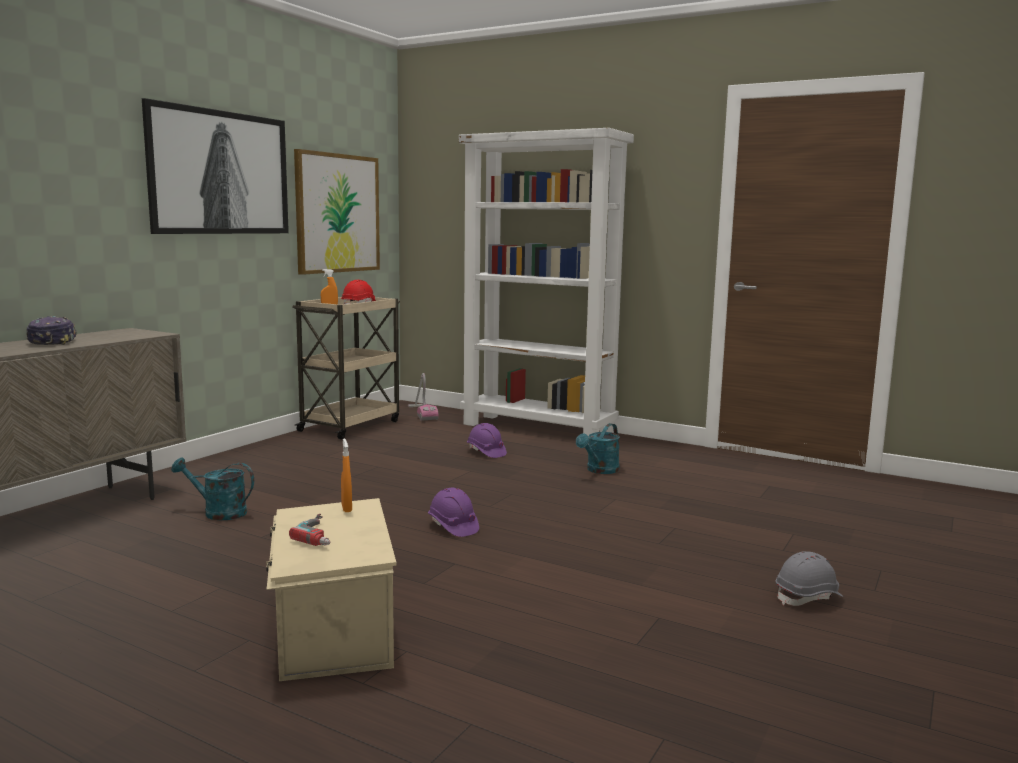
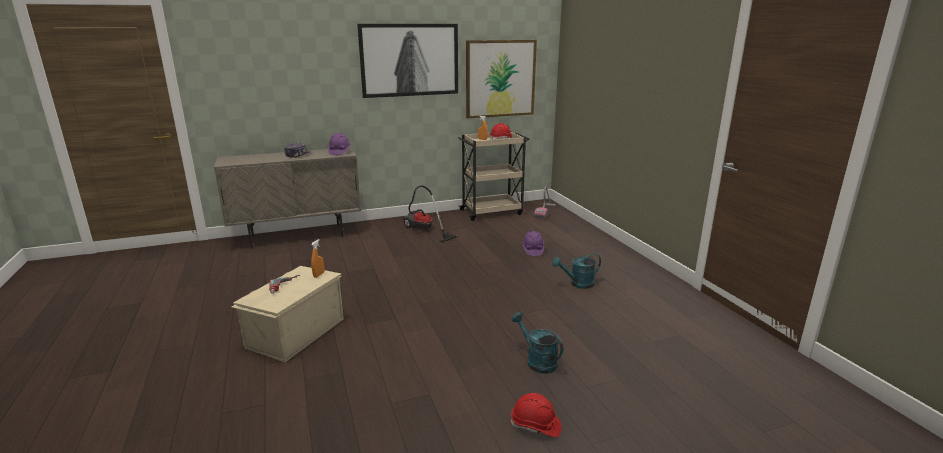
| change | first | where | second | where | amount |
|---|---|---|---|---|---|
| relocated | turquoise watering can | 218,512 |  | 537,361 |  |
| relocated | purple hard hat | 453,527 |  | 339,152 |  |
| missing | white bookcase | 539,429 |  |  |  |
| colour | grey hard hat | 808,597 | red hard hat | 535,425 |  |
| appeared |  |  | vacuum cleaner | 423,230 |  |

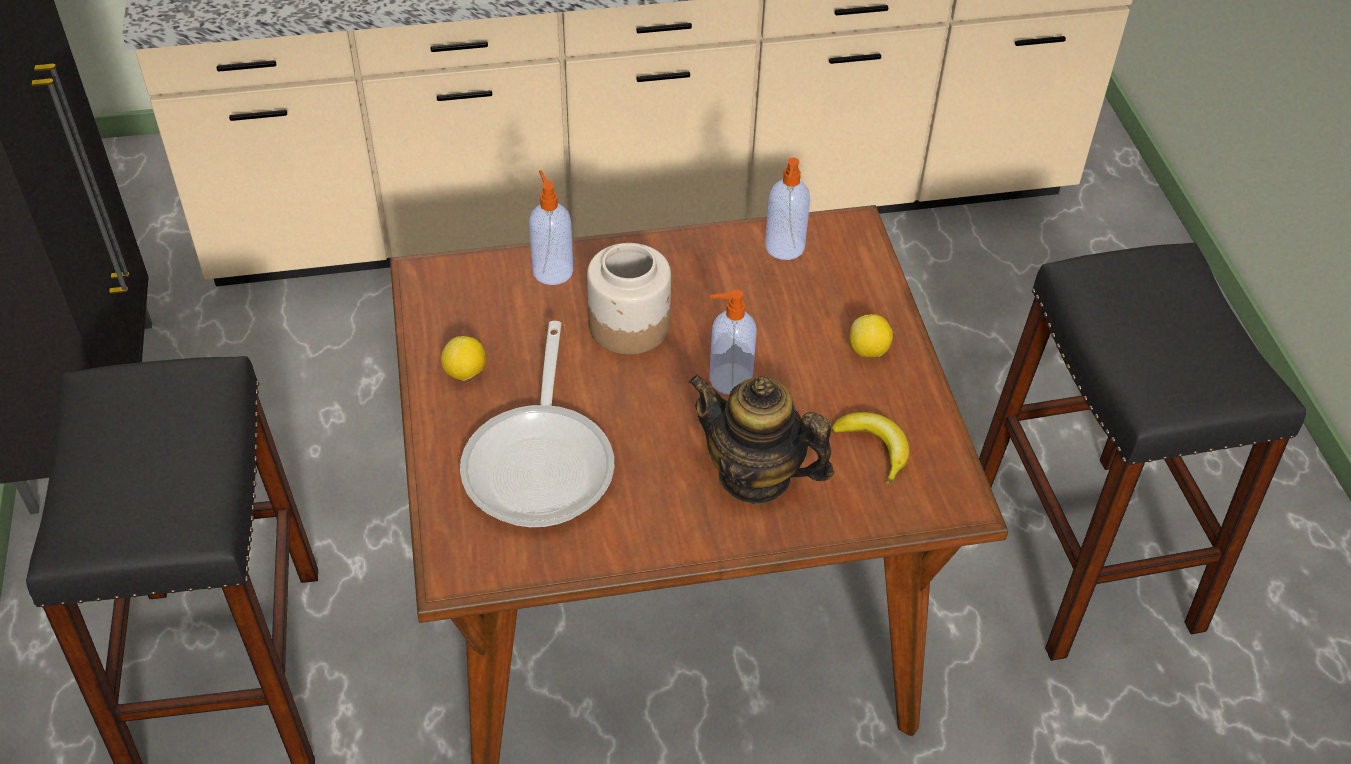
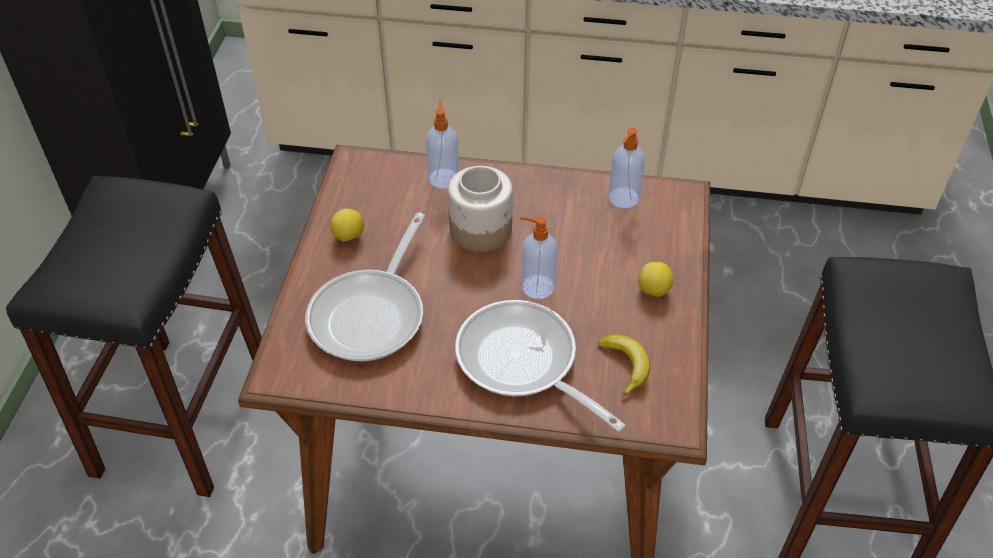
| change | first | where | second | where | amount |
|---|---|---|---|---|---|
| exchanged | teapot | 755,476 | frying pan | 523,364 |  |

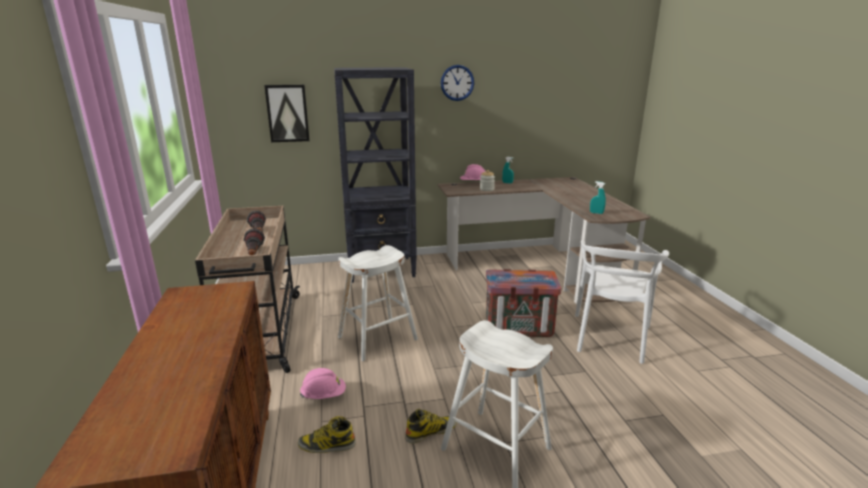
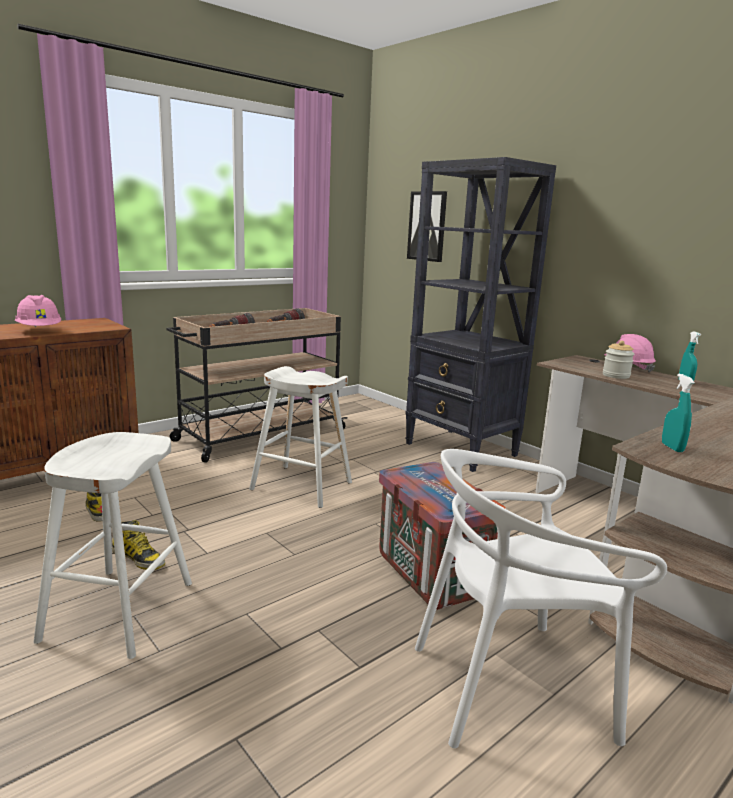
| change | first | where | second | where | amount |
|---|---|---|---|---|---|
| relocated | pink hard hat | 324,395 |  | 40,331 |  |
| missing | wall clock | 457,83 |  |  |  |

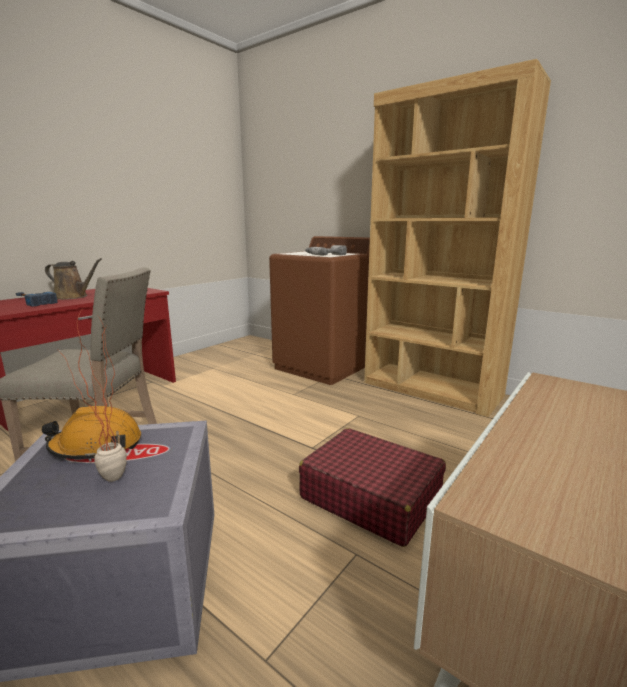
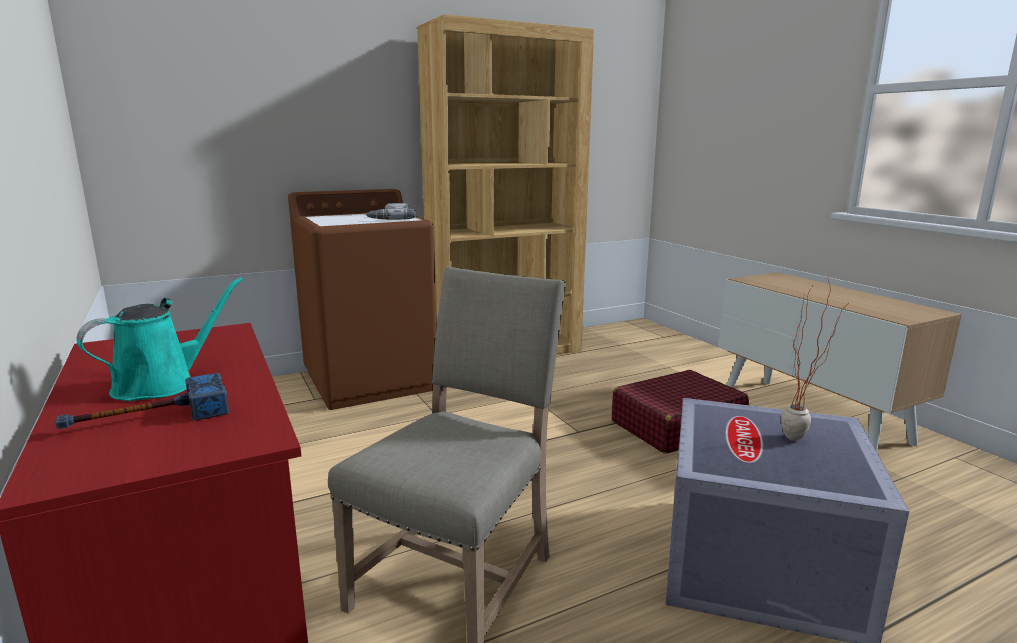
| change | first | where | second | where | amount |
|---|---|---|---|---|---|
| missing | orange hard hat | 97,446 |  |  |  |
| colour | brown watering can | 73,297 | turquoise watering can | 162,384 |  |

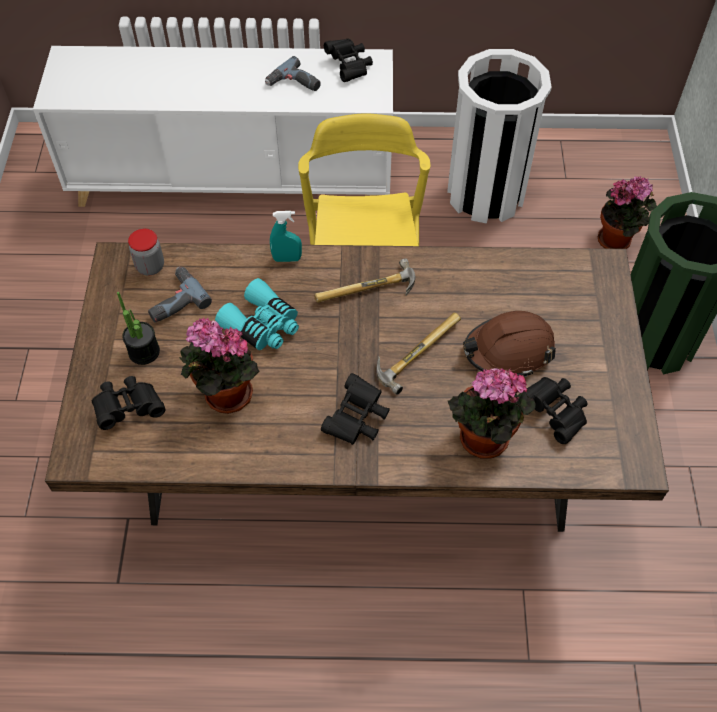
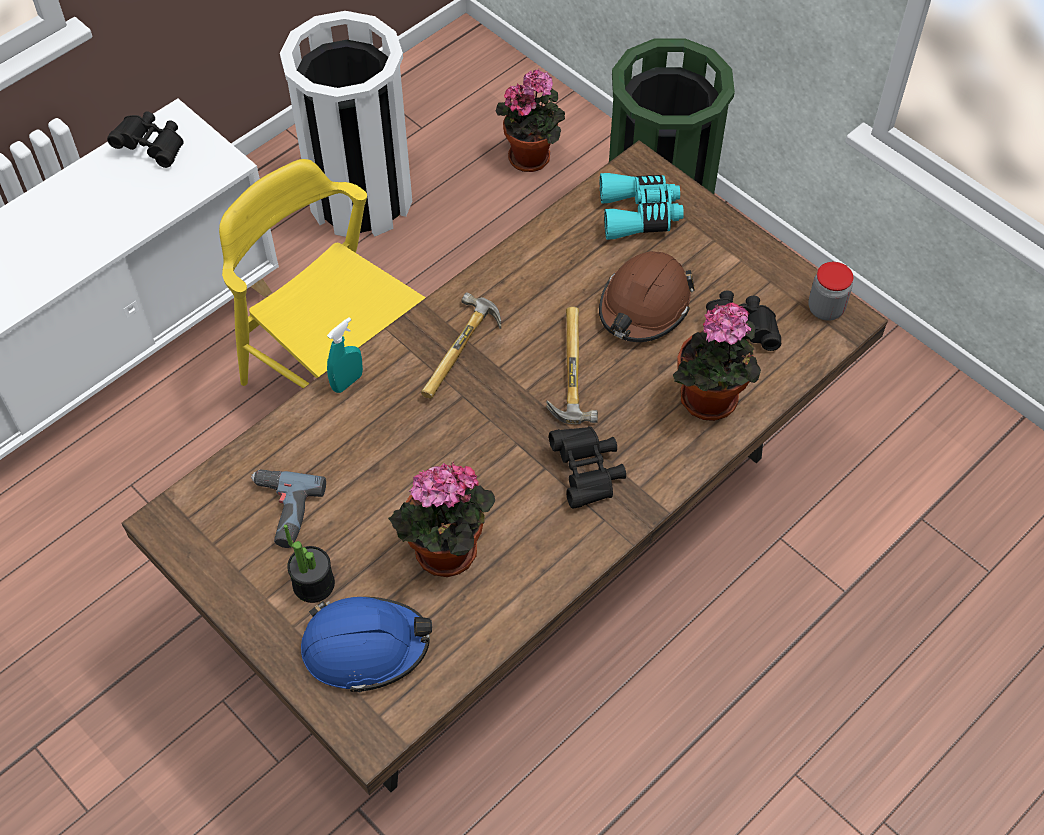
| change | first | where | second | where | amount |
|---|---|---|---|---|---|
| exchanged | black binoculars | 129,408 | blue hard hat | 365,647 |  |
| relocated | jar | 150,266 |  | 825,309 |  |
| relocated | turquoise binoculars | 262,325 |  | 639,214 |  |
| missing | power drill | 294,84 |  |  |  |

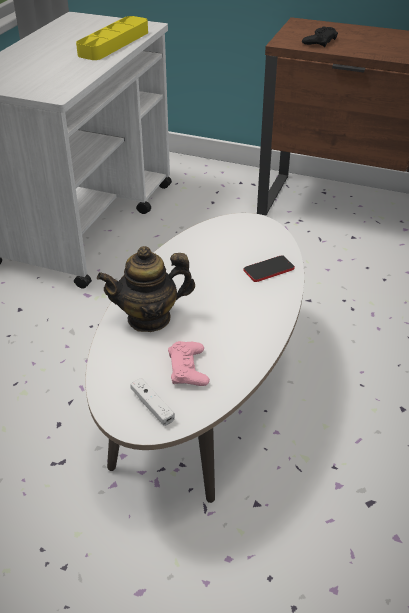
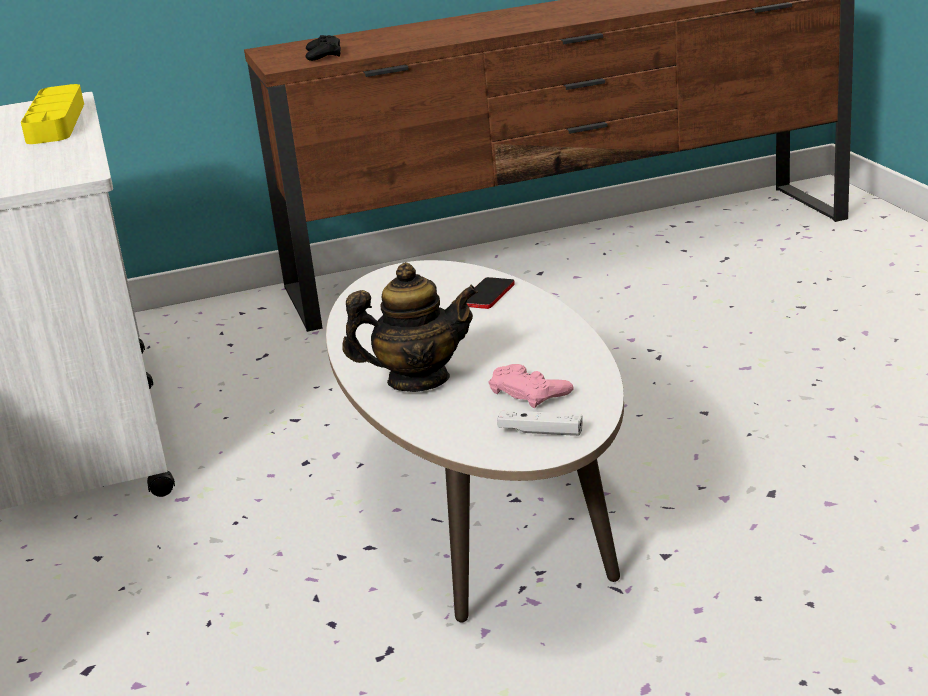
| change | first | where | second | where | amount |
|---|---|---|---|---|---|
| spun | teapot | 149,318 |  | 418,380 | 135 degrees counterclockwise |

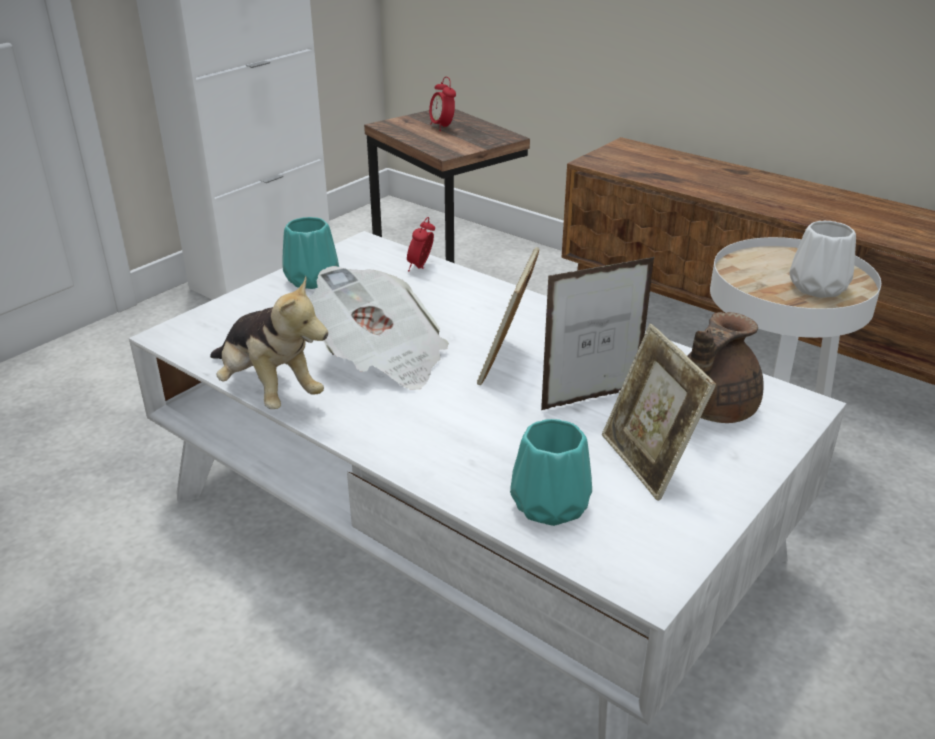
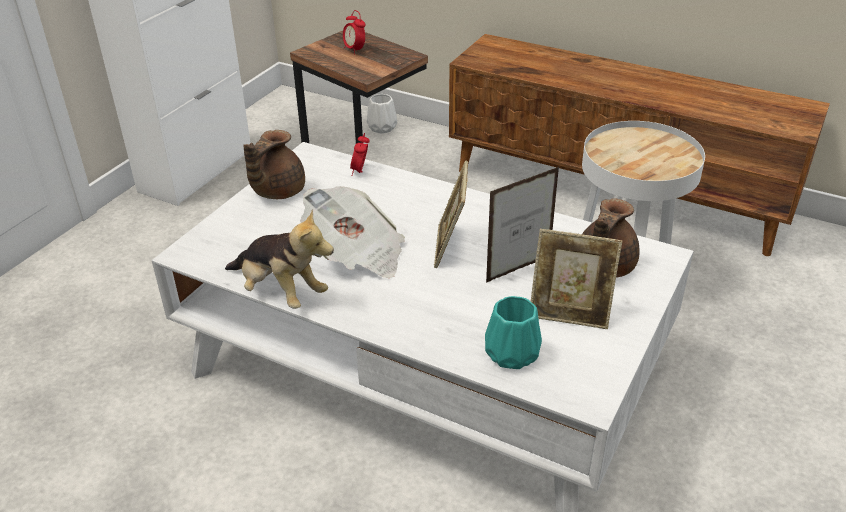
| change | first | where | second | where | amount |
|---|---|---|---|---|---|
| exchanged | turquoise vase | 310,279 | brown teapot | 276,191 |  |
| spun | picture frame | 647,462 |  | 569,314 | 45 degrees counterclockwise |
| relocated | white vase | 818,287 |  | 382,127 |  |

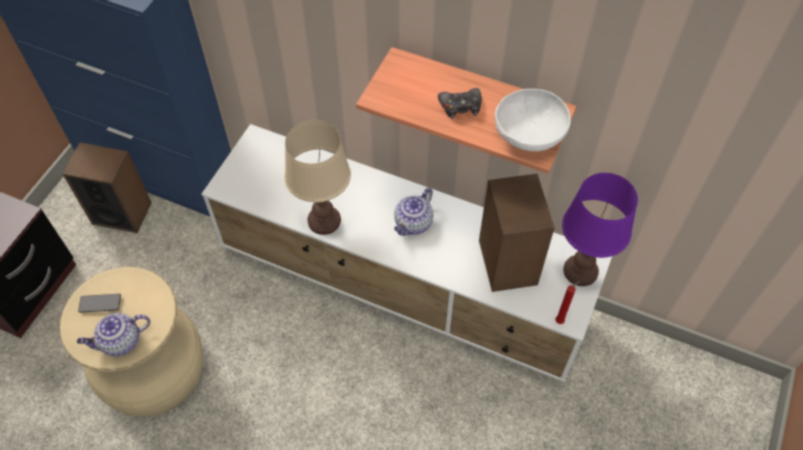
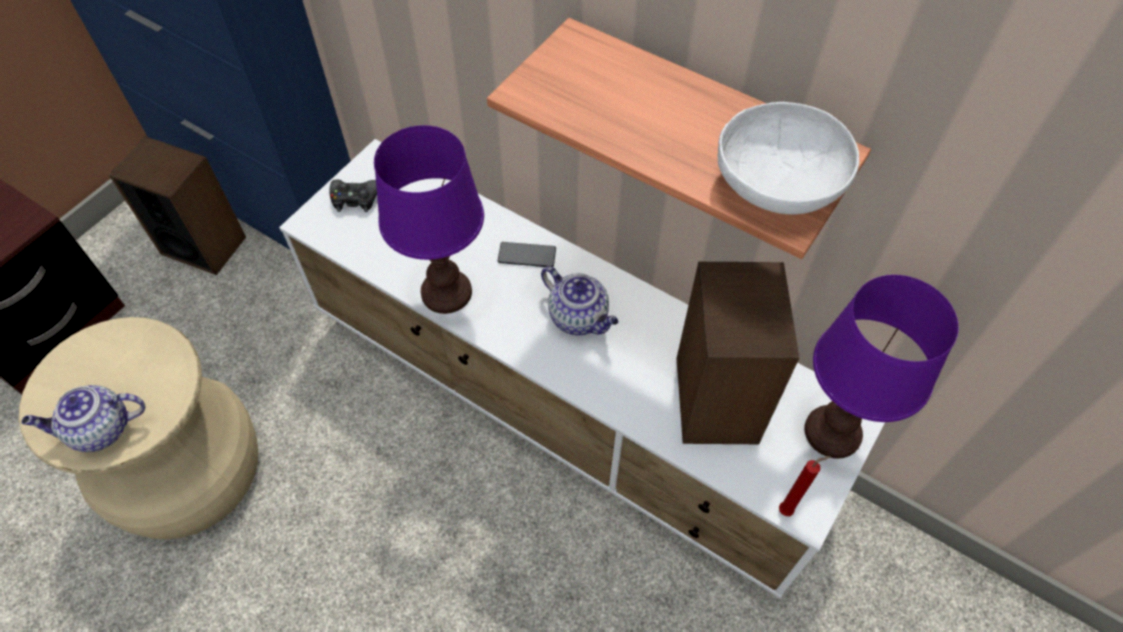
| change | first | where | second | where | amount |
|---|---|---|---|---|---|
| relocated | phone | 100,303 |  | 527,255 |  |
| colour | beige table lamp | 324,220 | purple table lamp | 446,292 |  |
| spun | teapot | 413,224 |  | 579,317 | 90 degrees counterclockwise |
| relocated | black game controller | 460,106 |  | 355,199 |  |

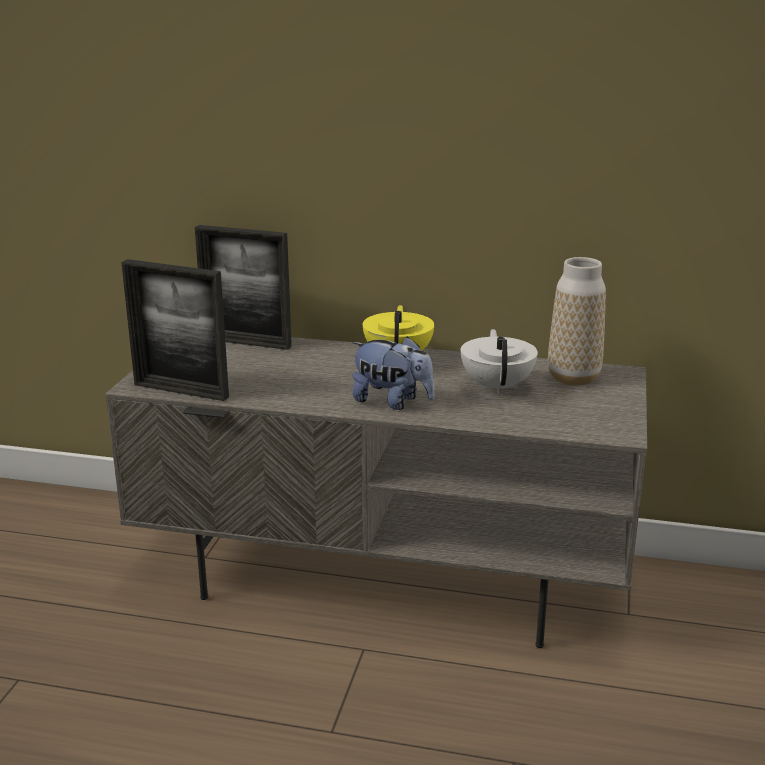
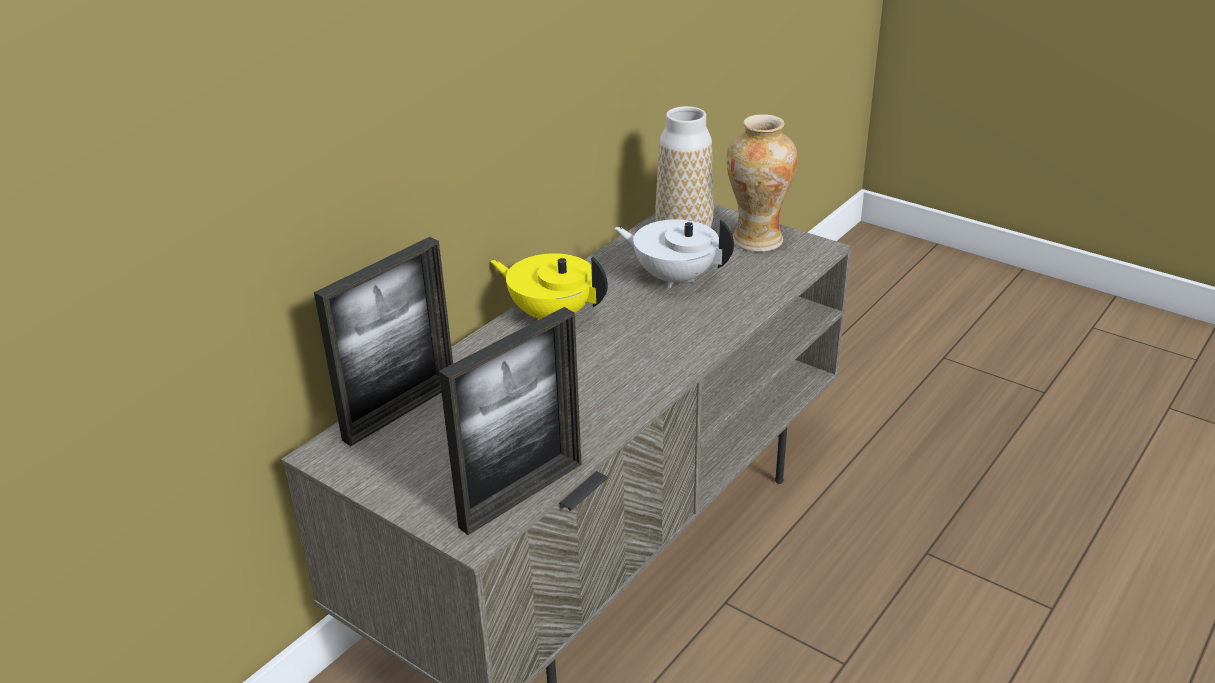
| change | first | where | second | where | amount |
|---|---|---|---|---|---|
| missing | plush toy | 392,402 |  |  |  |
| appeared |  |  | vase | 757,240 |  |

